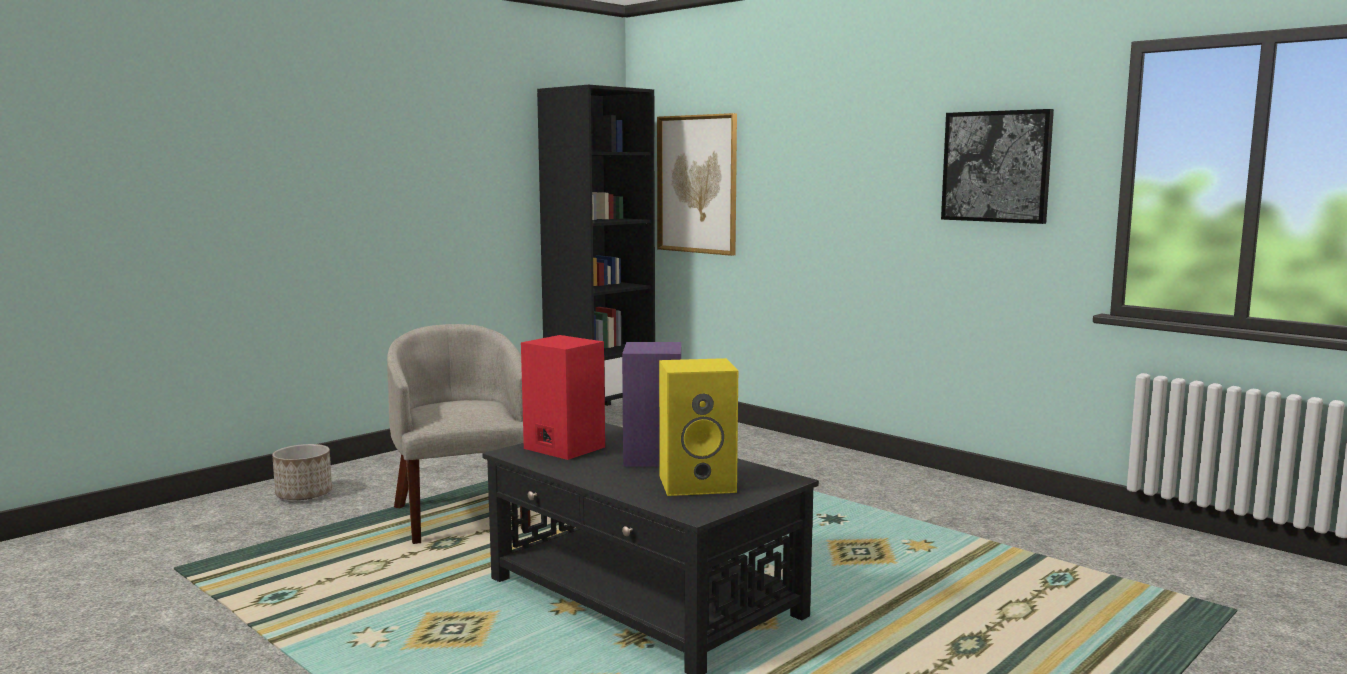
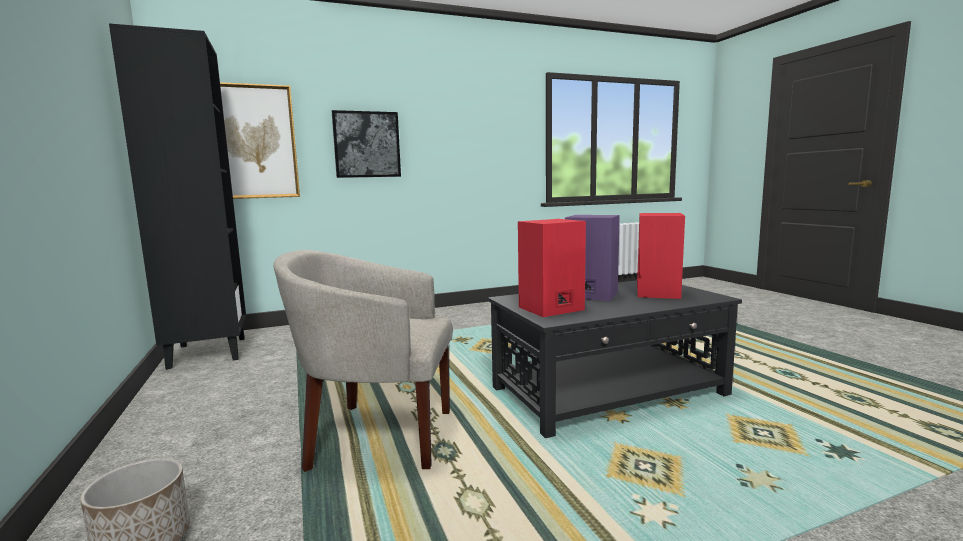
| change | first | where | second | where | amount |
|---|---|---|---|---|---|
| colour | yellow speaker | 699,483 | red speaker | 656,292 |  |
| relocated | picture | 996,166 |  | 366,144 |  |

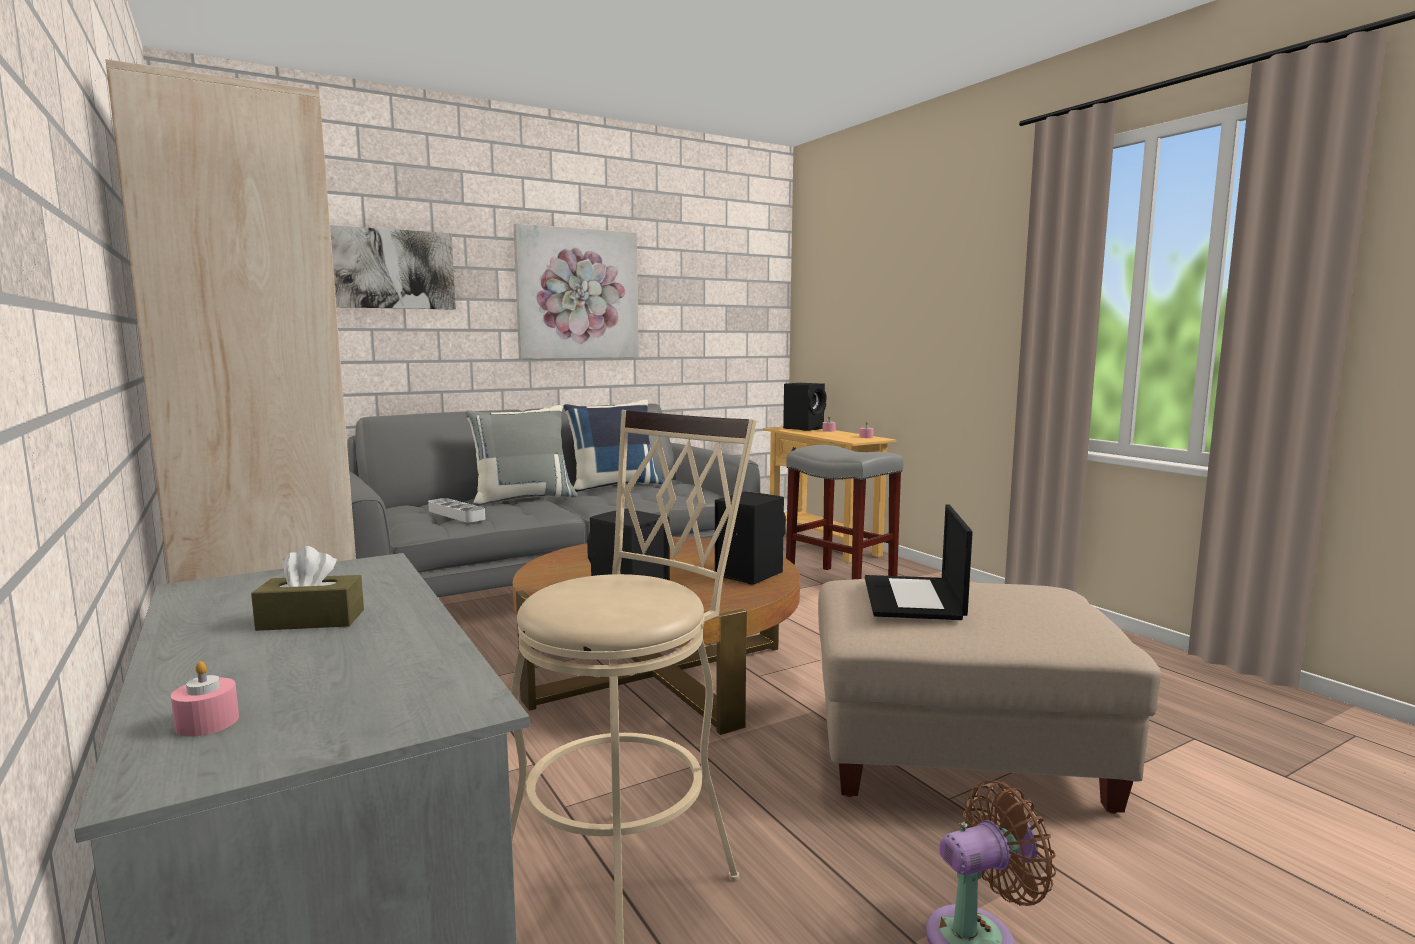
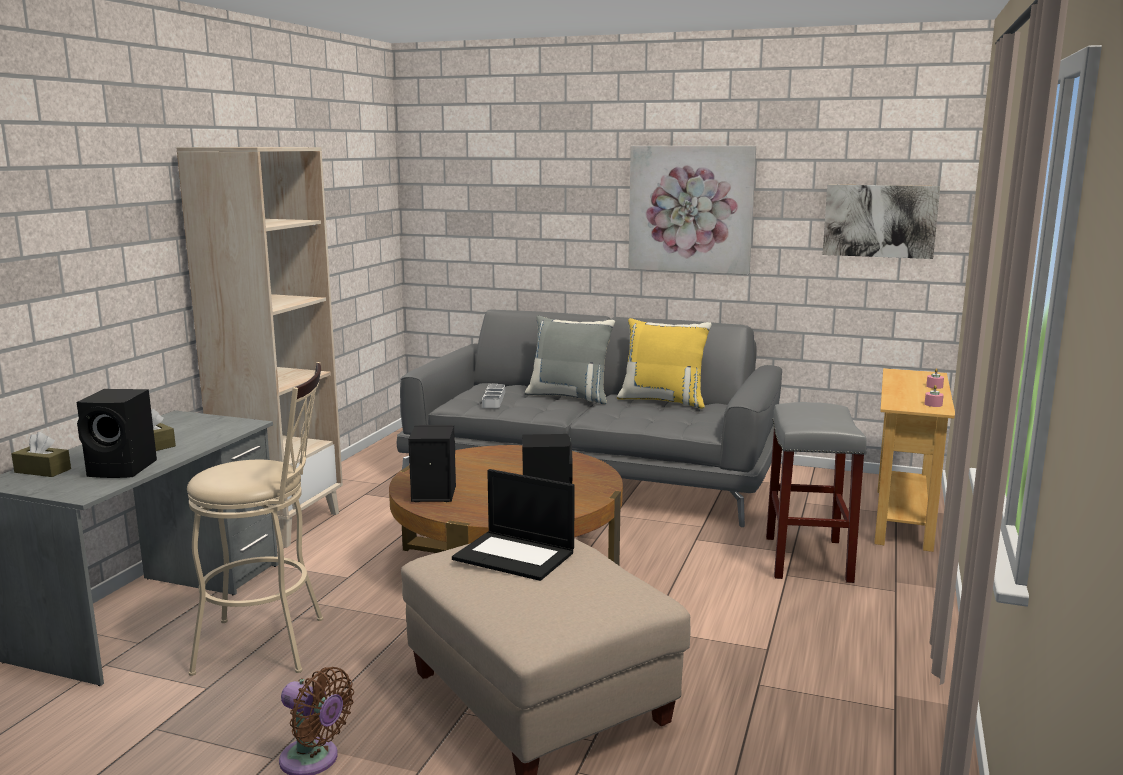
| change | first | where | second | where | amount |
|---|---|---|---|---|---|
| exchanged | pink candle | 207,723 | brown tissue box | 43,471 |  |
| relocated | picture | 393,269 |  | 879,221 |  |
| colour | blue pillow | 614,485 | yellow pillow | 663,400 |  |
| relocated | black speaker | 804,428 |  | 124,469 |  |
| spun | laptop | 914,599 |  | 515,555 | 120 degrees counterclockwise |

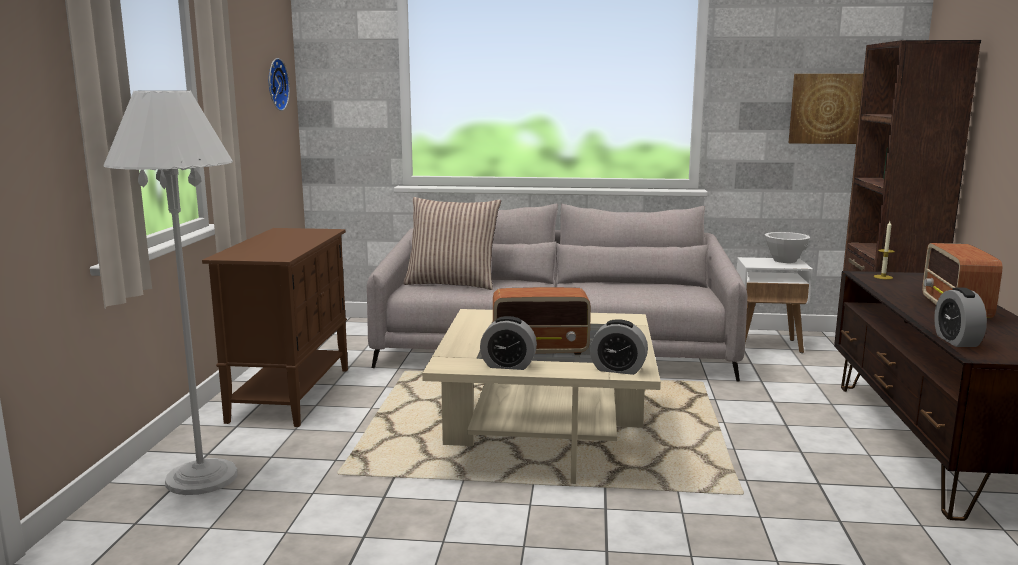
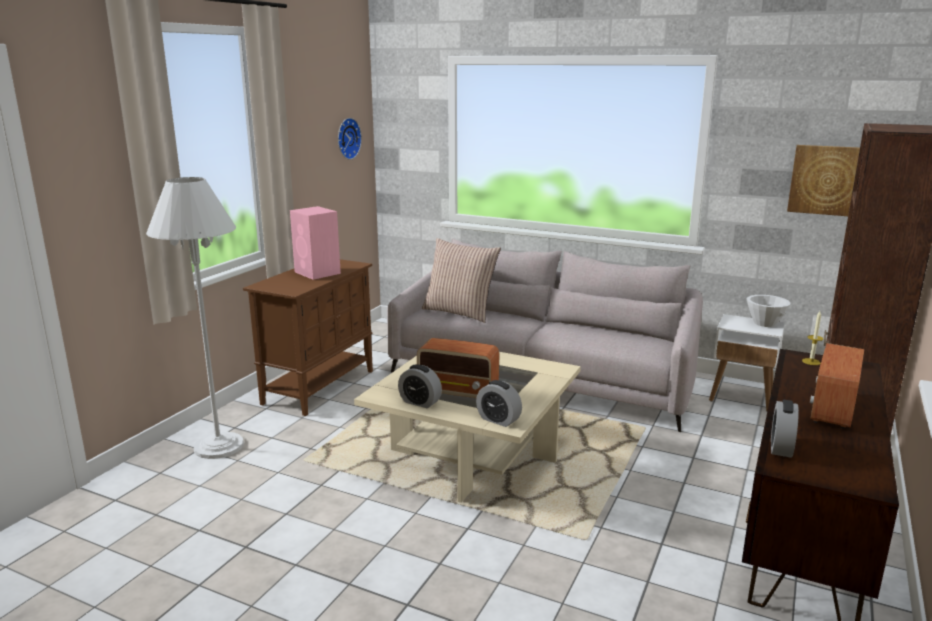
| change | first | where | second | where | amount |
|---|---|---|---|---|---|
| appeared |  |  | pink speaker | 318,273 |  |

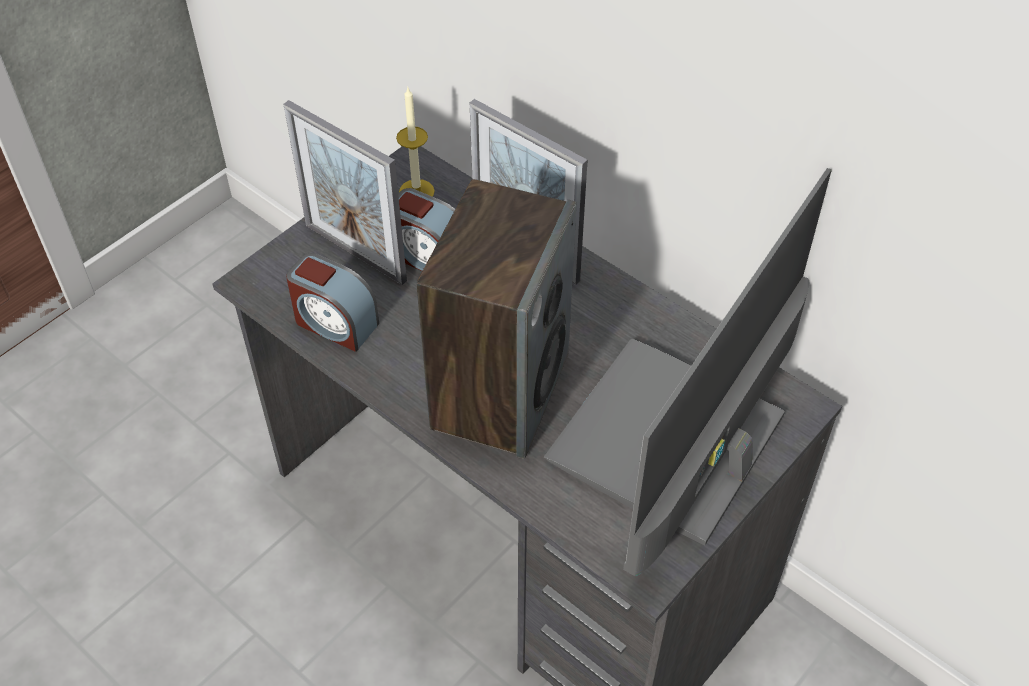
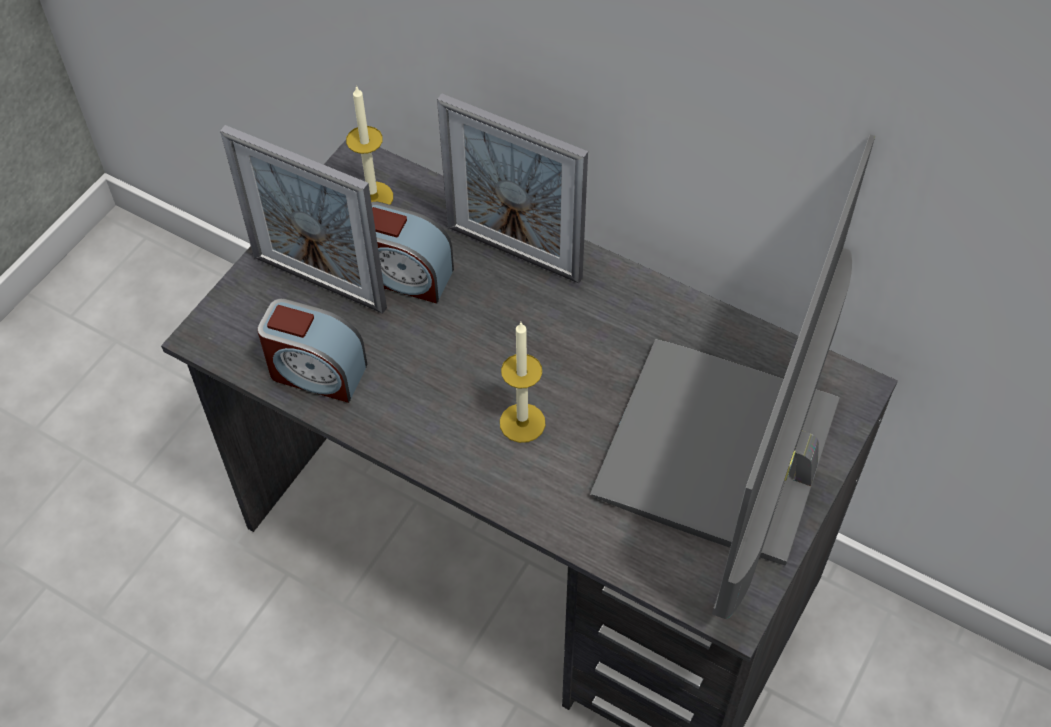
| change | first | where | second | where | amount |
|---|---|---|---|---|---|
| exchanged | speaker | 500,390 | candle | 522,423 |  |

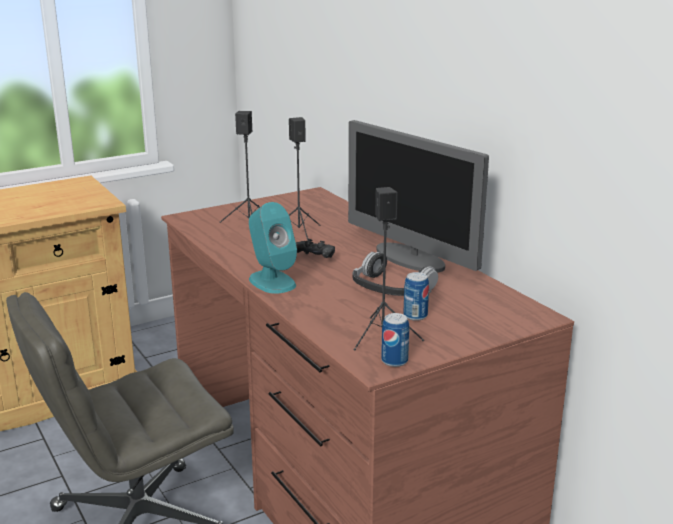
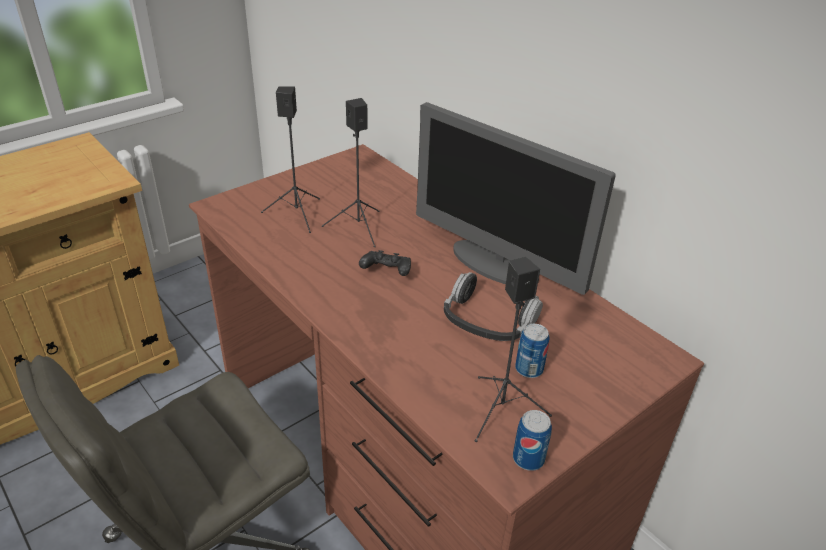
| change | first | where | second | where | amount |
|---|---|---|---|---|---|
| missing | turquoise speaker | 272,282 |  |  |  |

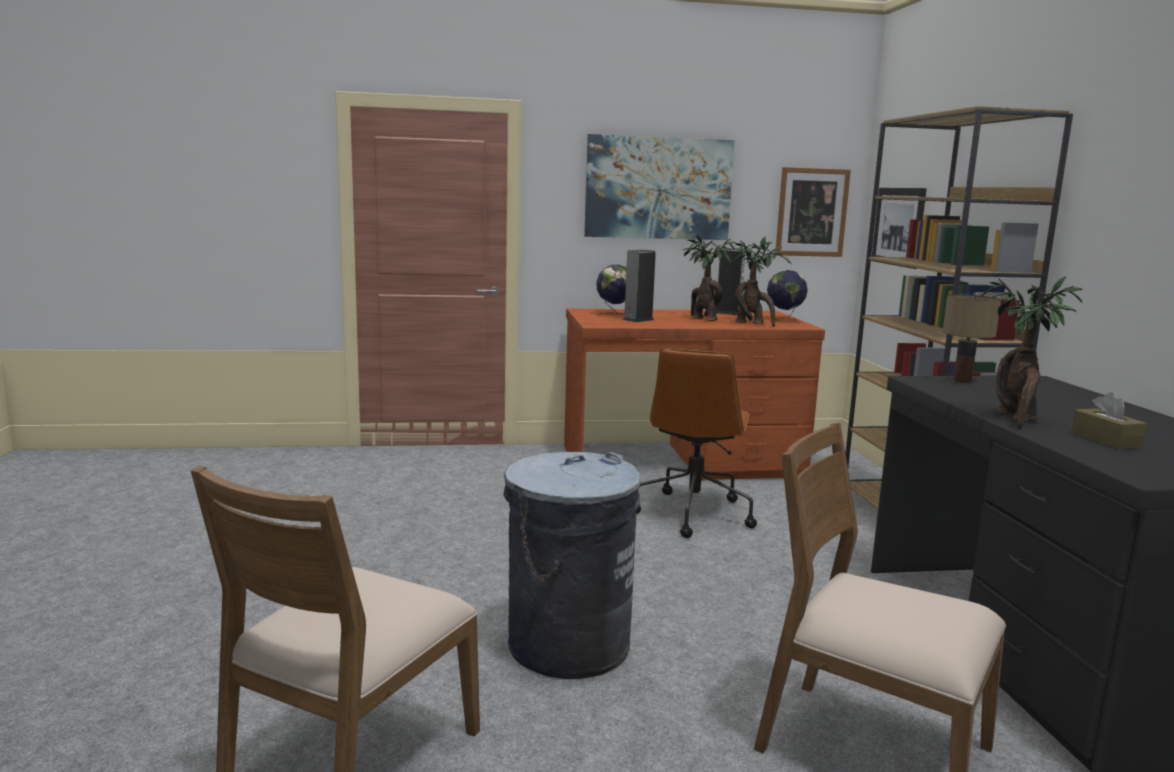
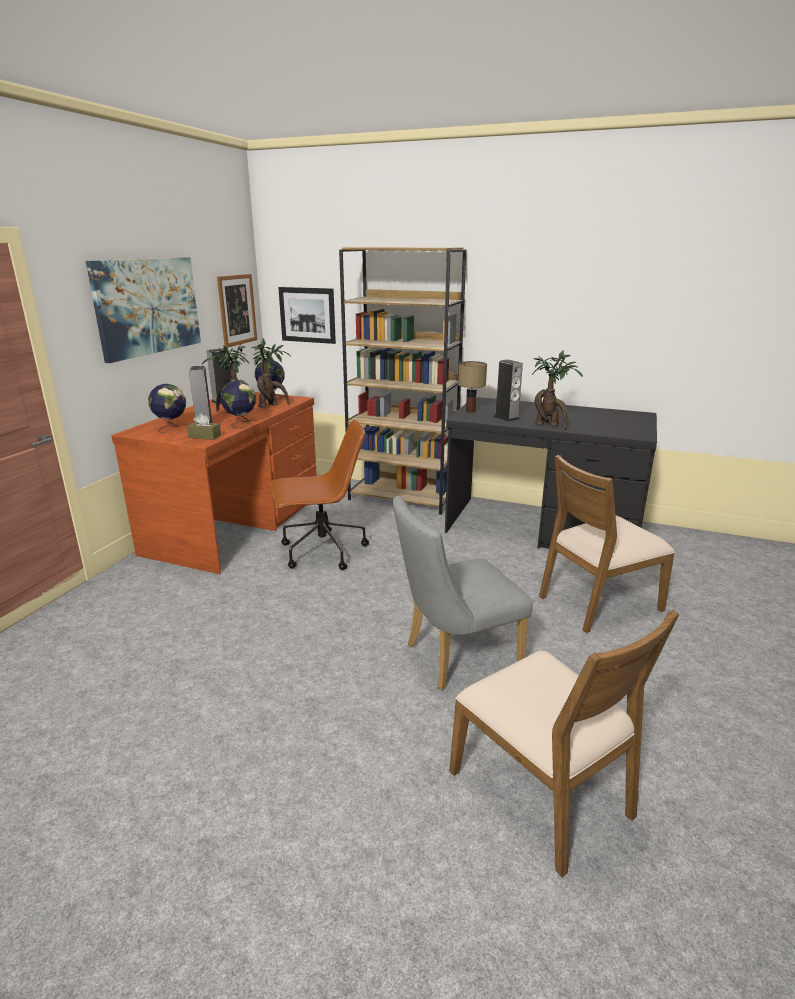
| change | first | where | second | where | amount |
|---|---|---|---|---|---|
| exchanged | grey trash can | 567,645 | grey chair | 454,657 |  |
| spun | brown office chair | 693,513 |  | 321,551 | 60 degrees counterclockwise |
| relocated | brown tissue box | 1105,440 |  | 204,436 |  |
| appeared |  |  | globe | 240,424 |  |
| appeared |  |  | speaker | 506,418 |  |

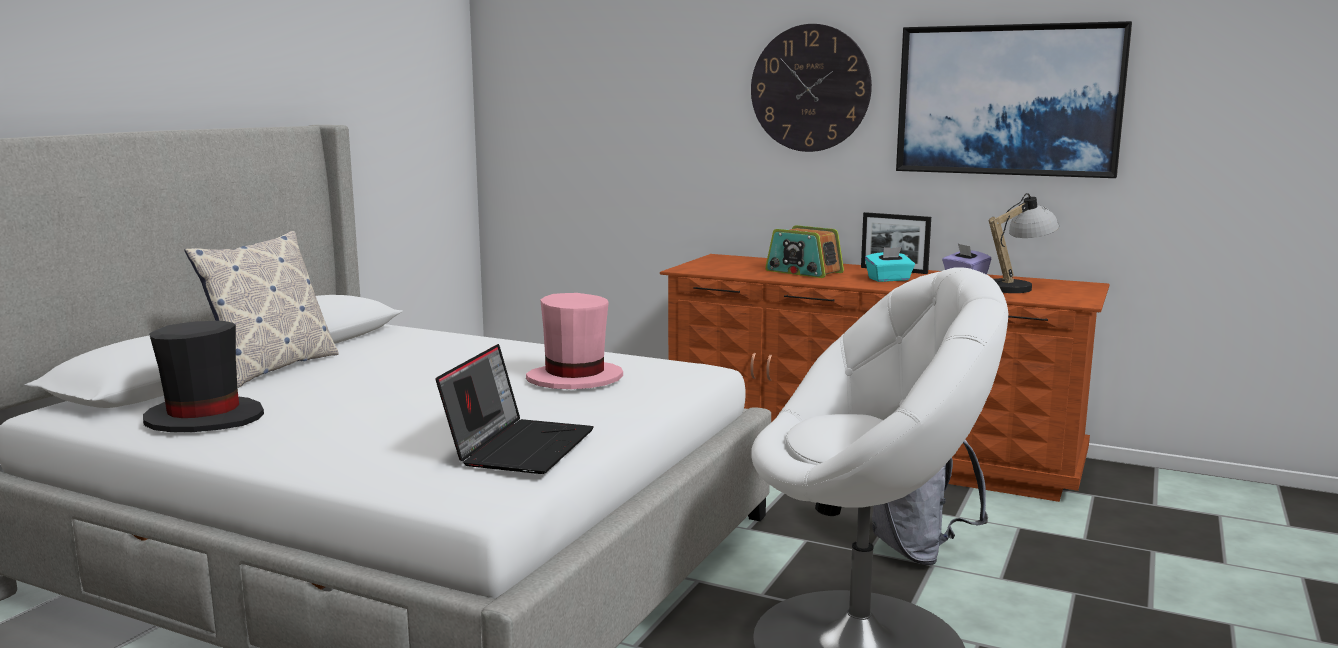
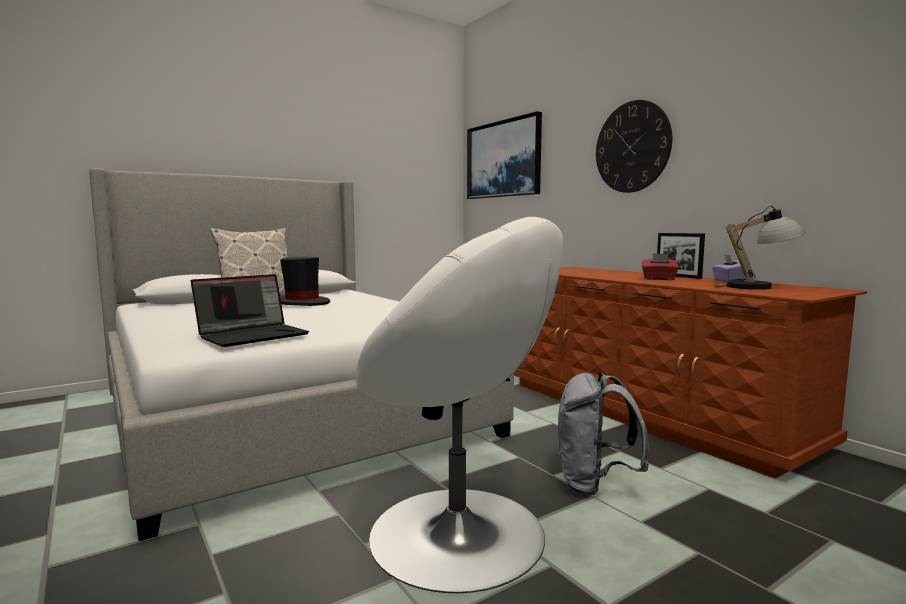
| change | first | where | second | where | amount |
|---|---|---|---|---|---|
| relocated | black hat | 204,418 |  | 302,303 |  |
| missing | pink hat | 574,379 |  |  |  |
| missing | radio | 803,272 |  |  |  |
| colour | turquoise tissue box | 889,279 | red tissue box | 659,279 |  |
| relocated | picture | 1008,100 |  | 503,159 |  |

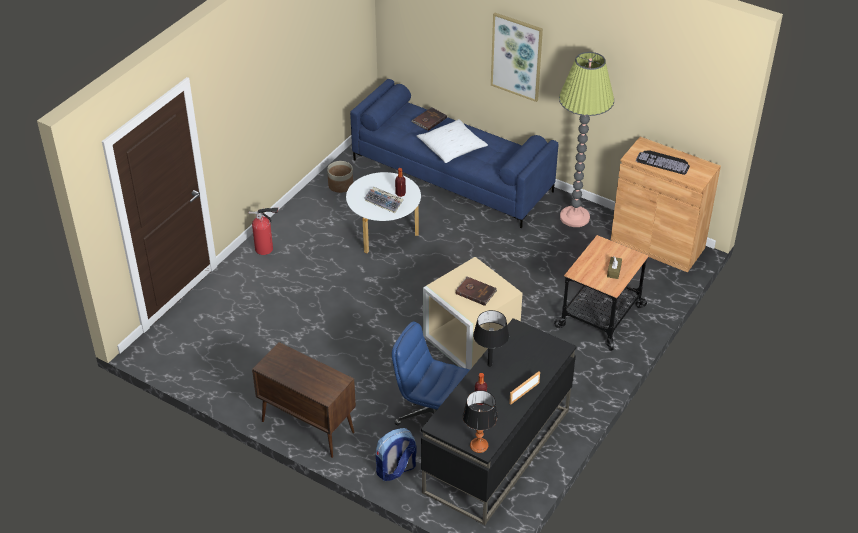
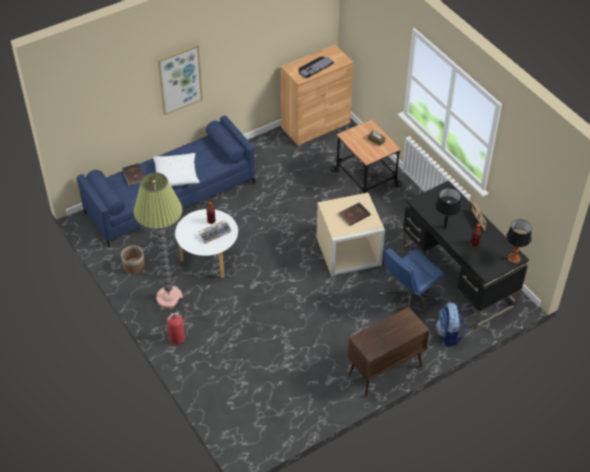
| change | first | where | second | where | amount |
|---|---|---|---|---|---|
| relocated | floor lamp | 574,217 |  | 169,297 |  |

